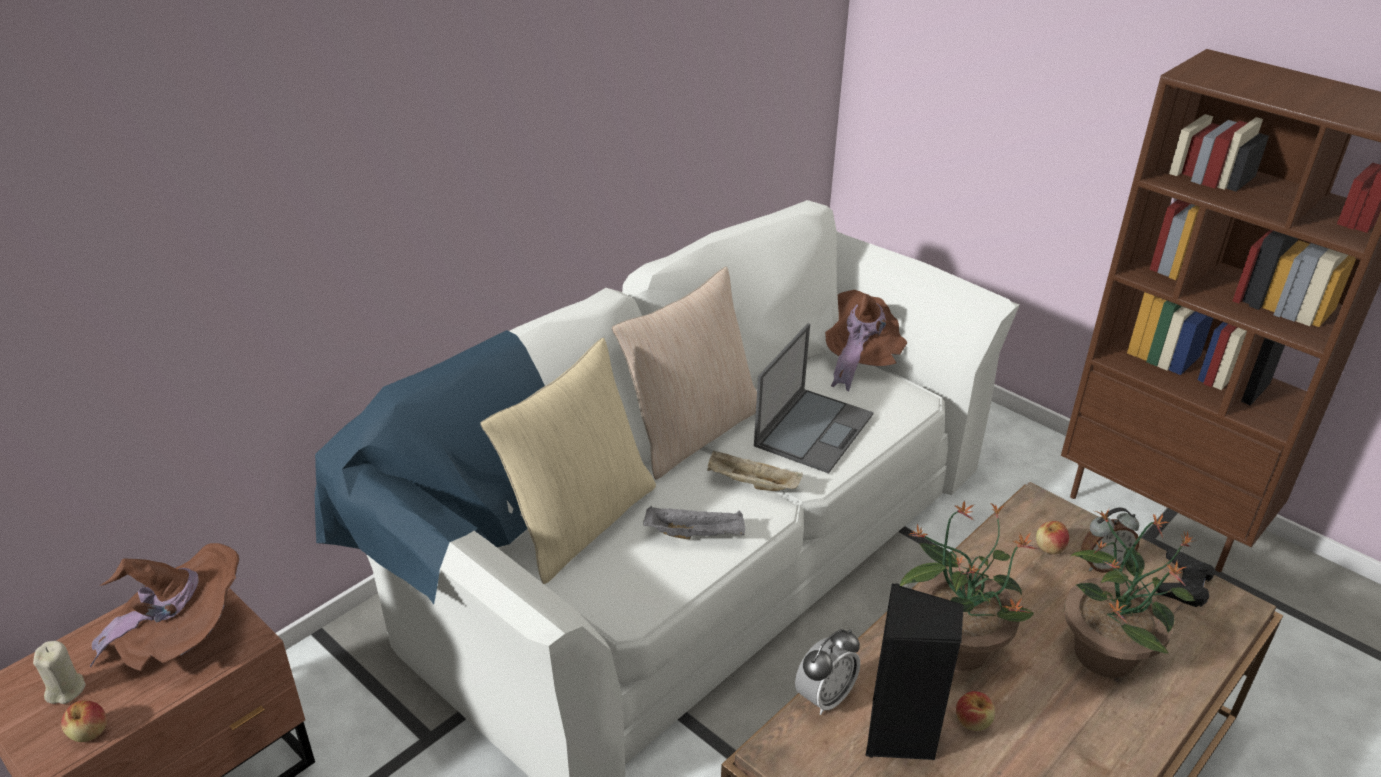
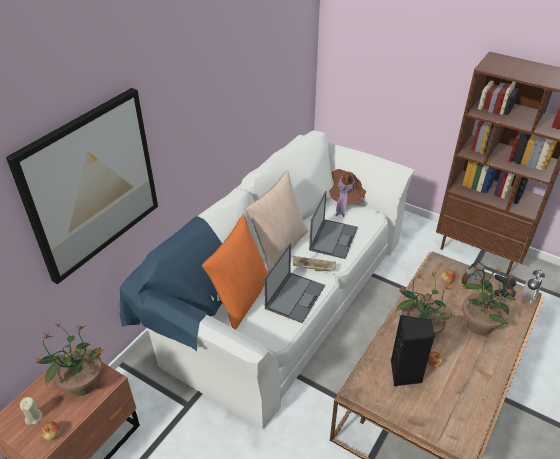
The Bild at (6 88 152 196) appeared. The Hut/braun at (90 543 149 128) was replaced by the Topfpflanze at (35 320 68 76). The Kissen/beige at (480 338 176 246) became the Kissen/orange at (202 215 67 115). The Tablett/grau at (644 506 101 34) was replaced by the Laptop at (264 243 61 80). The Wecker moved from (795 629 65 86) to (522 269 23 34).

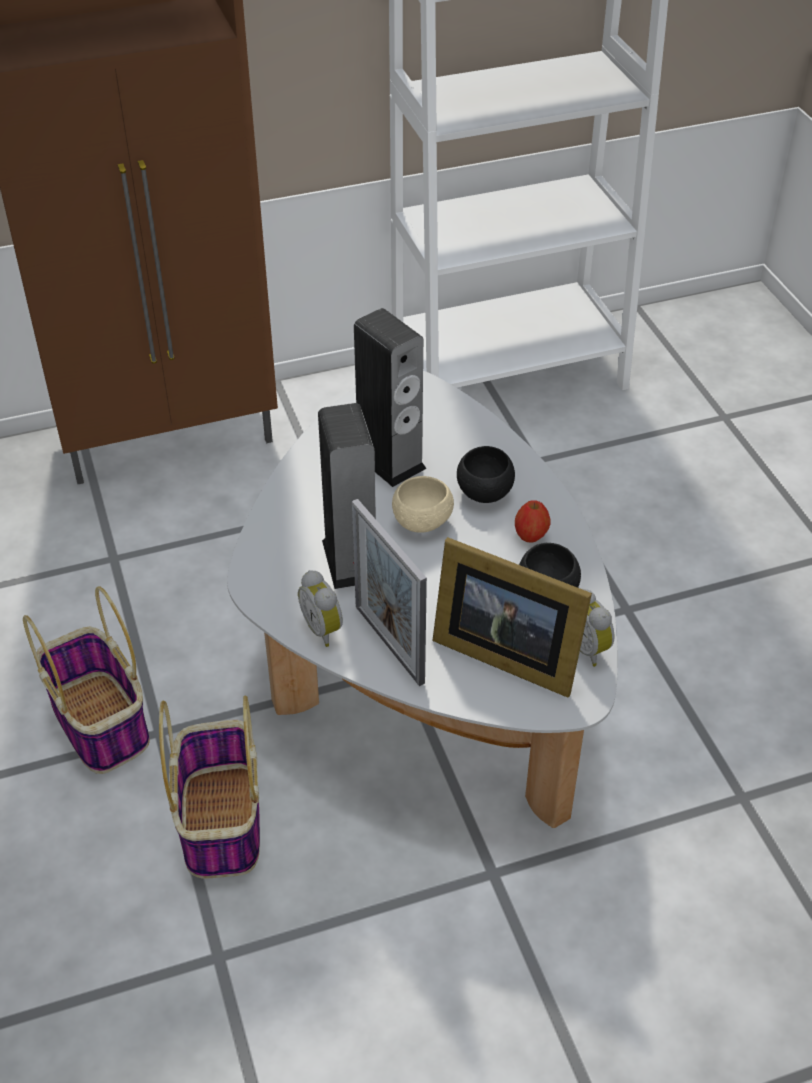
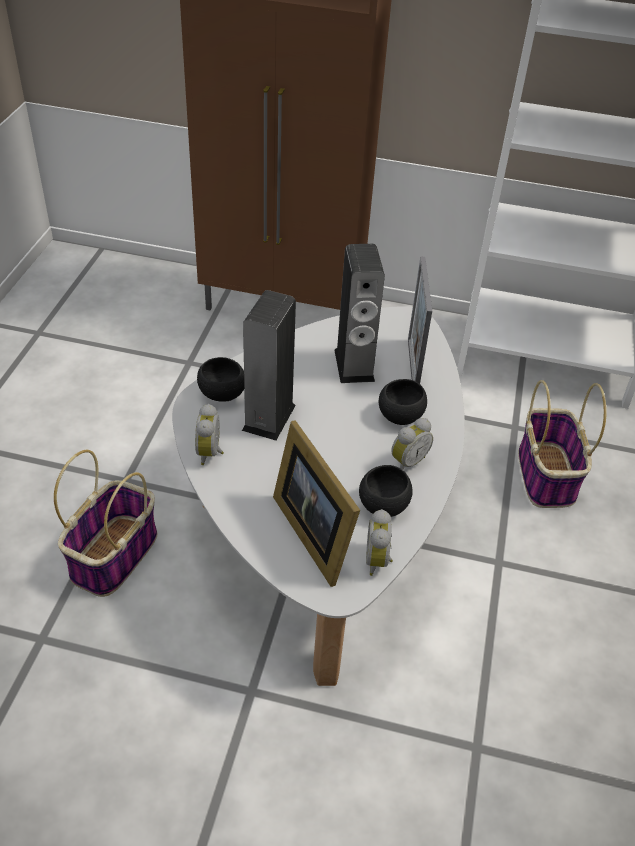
The Schüssel/schwarz at (197 357 47 45) appeared. The Apfel at (515 500 35 43) was replaced by the Wecker at (391 418 42 52). The Bilderrahmen moved from (352 499 75 187) to (408 257 24 127). The Korb moved from (23 586 127 188) to (518 380 89 128). The Schüssel/beige at (392 476 62 57) disappeared.

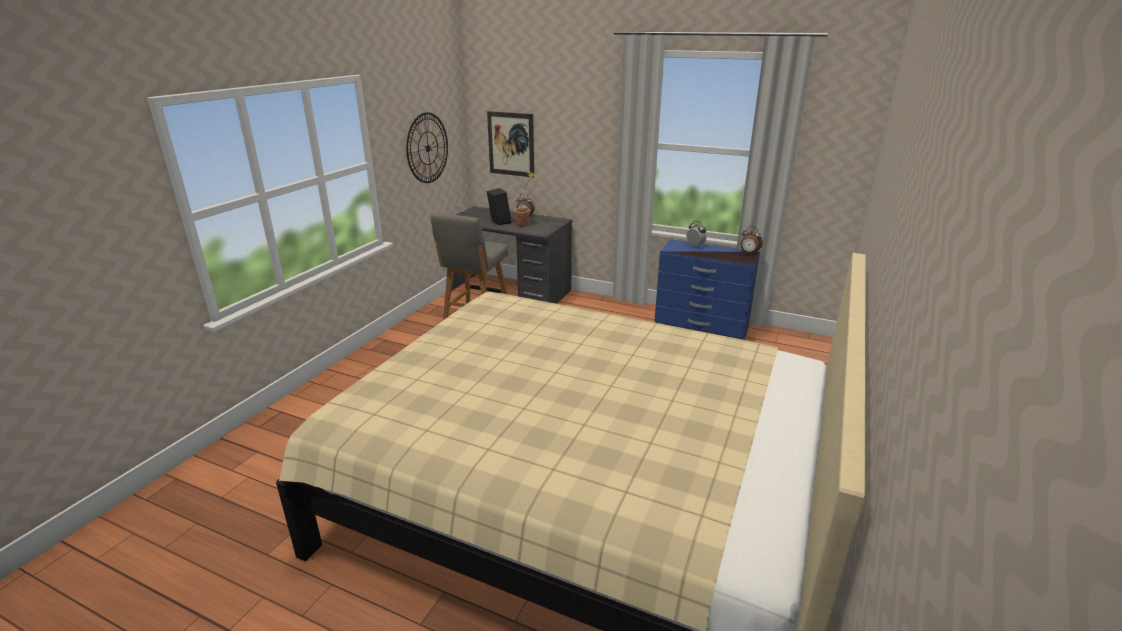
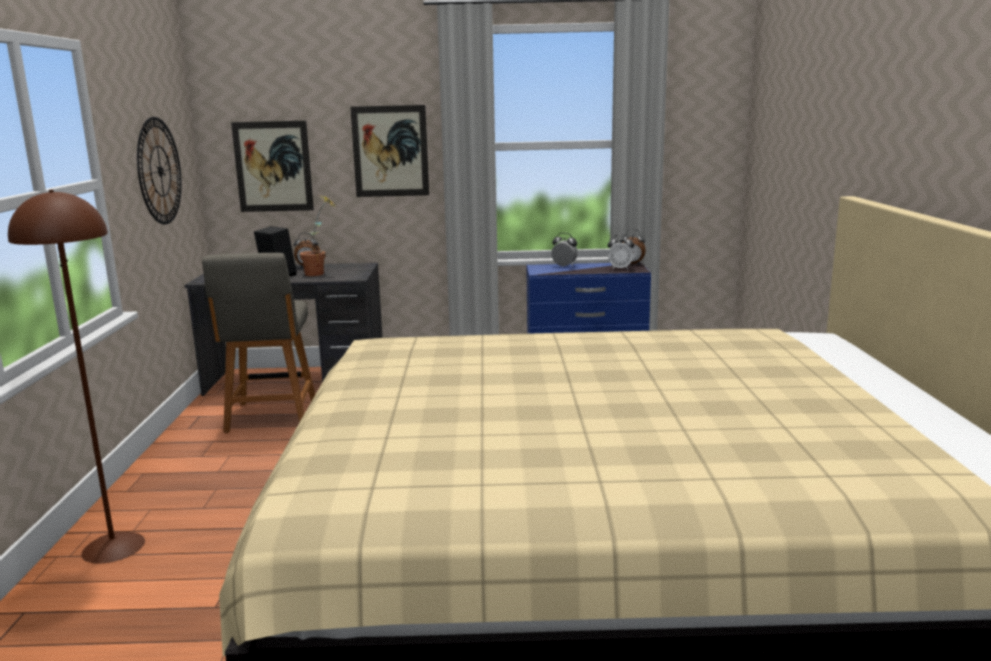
The Stehlampe/braun at (8 190 137 374) appeared. The Bild at (350 105 79 92) appeared. The Wecker at (608 234 26 36) appeared.

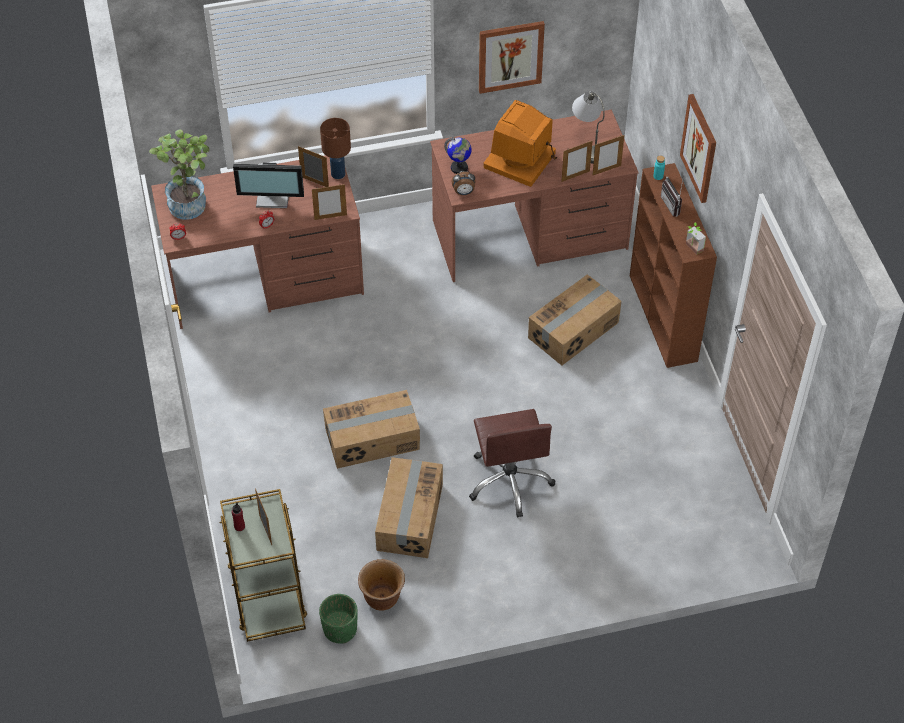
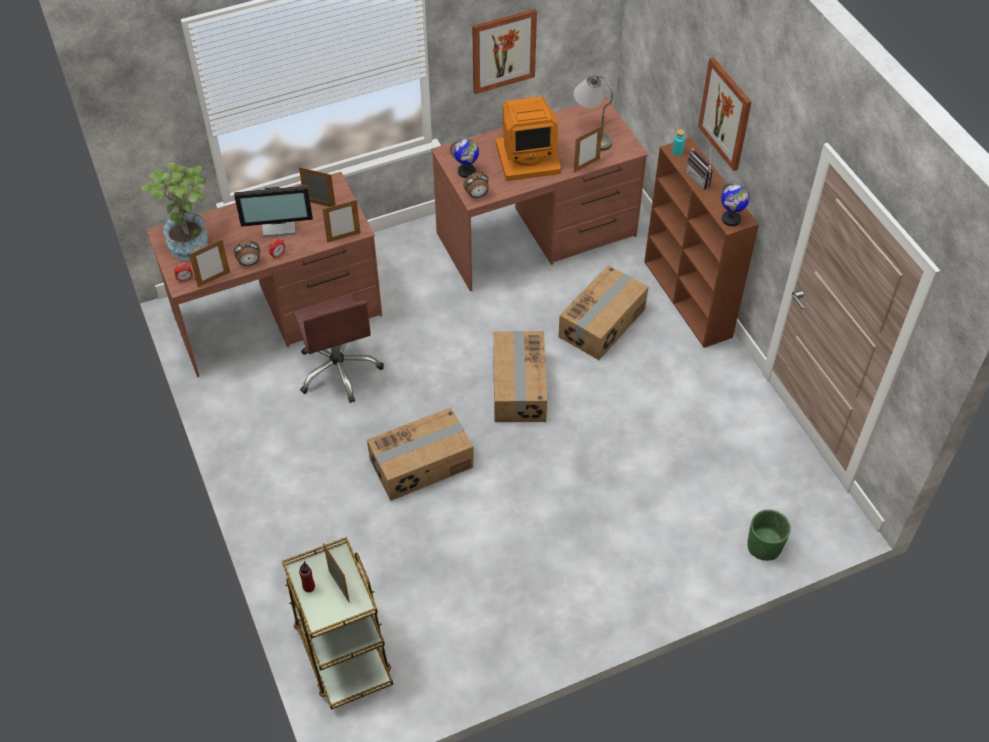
The Bilderrahmen moved from (593 135 31 40) to (189 239 41 48). The Wecker at (234 239 26 27) appeared. The Bürostuhl/braun moved from (469 409 86 109) to (293 294 91 109). The Karton moved from (375 457 68 101) to (493 331 54 91). The Monitor at (484 100 73 87) turned 120 degrees counterclockwise. The Topfpflanze at (686 222 20 32) was replaced by the Globus at (721 182 28 44). The Pflanzkübel/grün moved from (319 594 39 50) to (747 510 44 51). The Tischlampe/braun at (320 118 31 61) disappeared. The Pflanzkübel/braun at (358 559 47 52) disappeared.

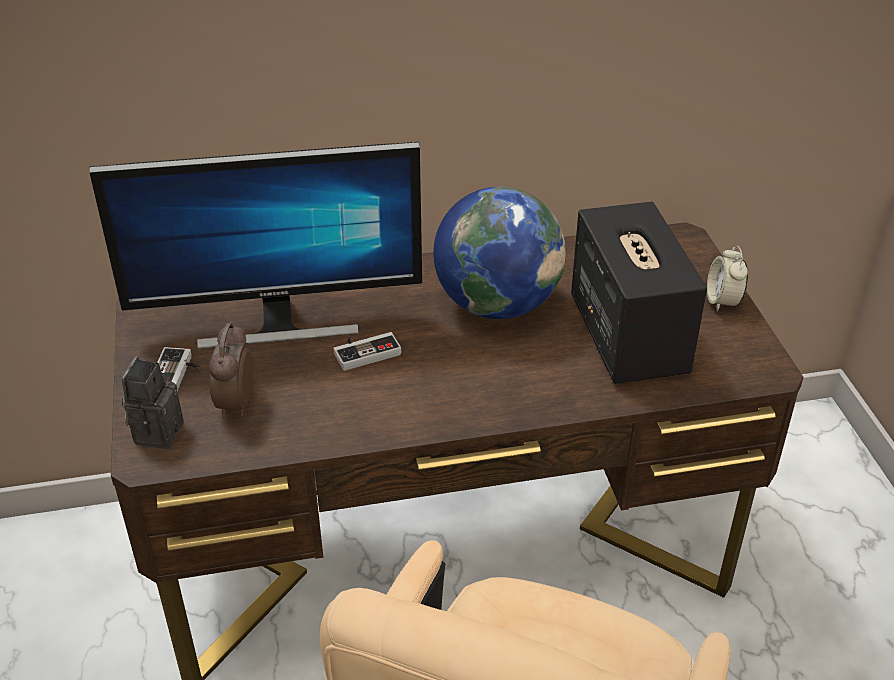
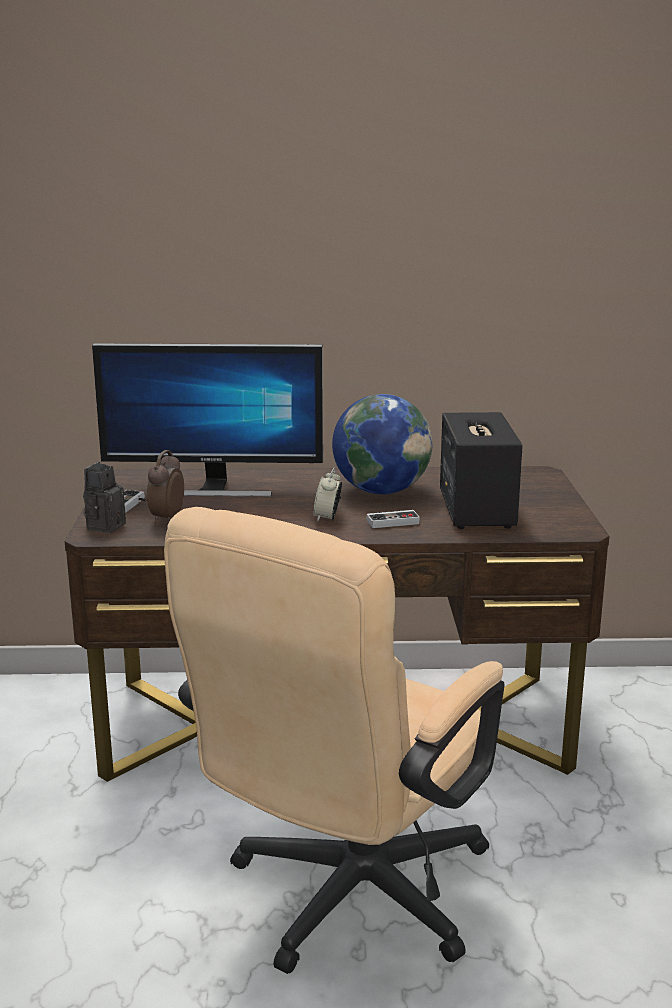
The Wecker moved from (707 246 41 65) to (313 467 29 55). The Gamepad moved from (333 332 68 39) to (366 510 54 18).

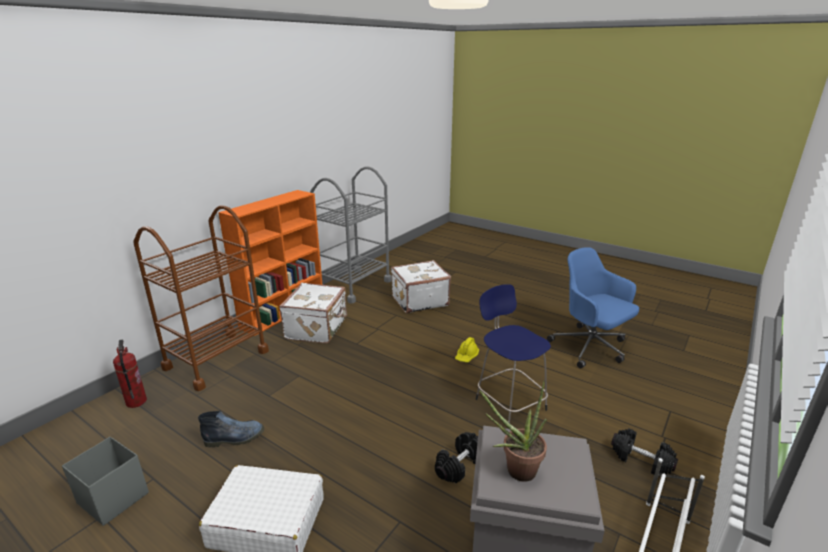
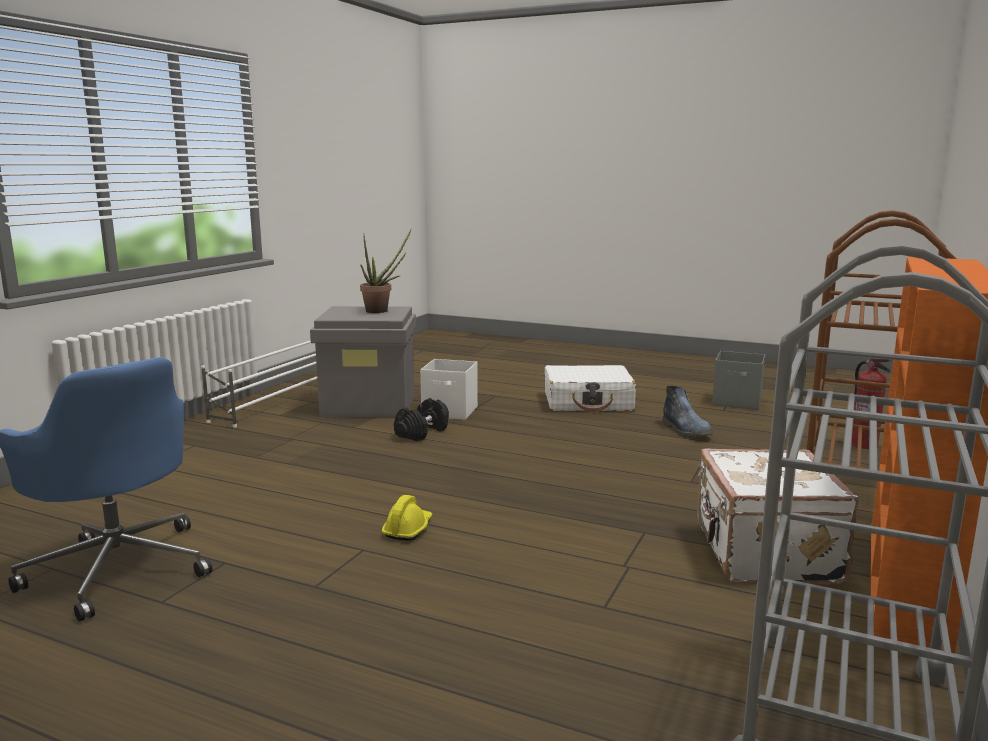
The Aufbewahrungsbox/weiß at (420 359 58 61) appeared. The Stiefel at (198 411 66 37) turned 90 degrees counterclockwise. The Koffer/weiß at (391 260 60 54) disappeared. The Hocker/blau at (476 284 75 145) disappeared. The Hantel/schwarz at (611 428 67 48) disappeared.

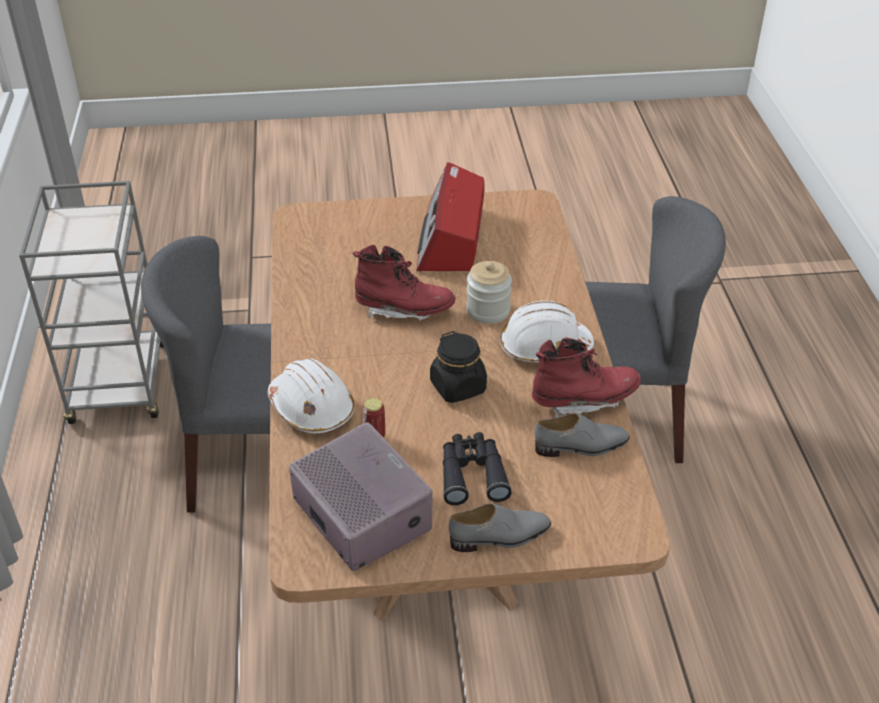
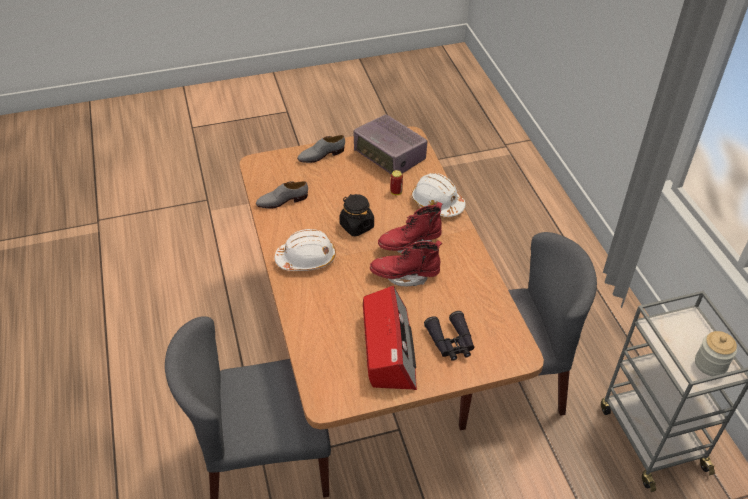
The Stiefel/rot moved from (532 337 109 81) to (378 202 65 51). The Fernglas/schwarz moved from (443 432 69 73) to (424 311 51 50). The Vorratsglas moved from (466 261 46 63) to (695 331 42 45).

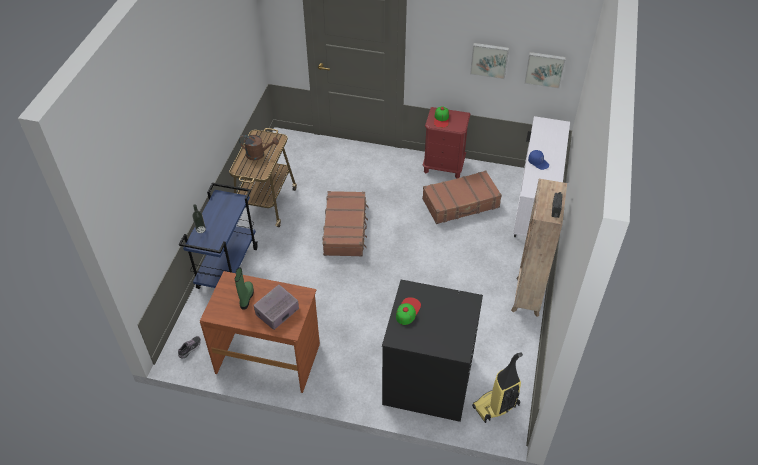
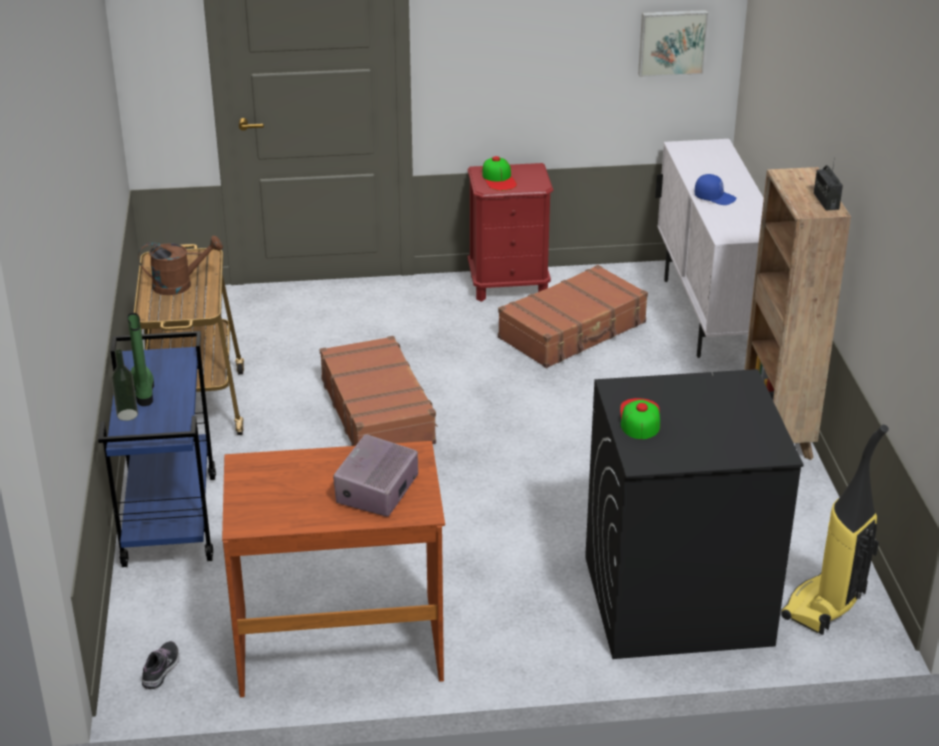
The Stiefel/grün moved from (235 268 19 42) to (127 313 27 93). The Bild at (470 43 39 36) disappeared.

